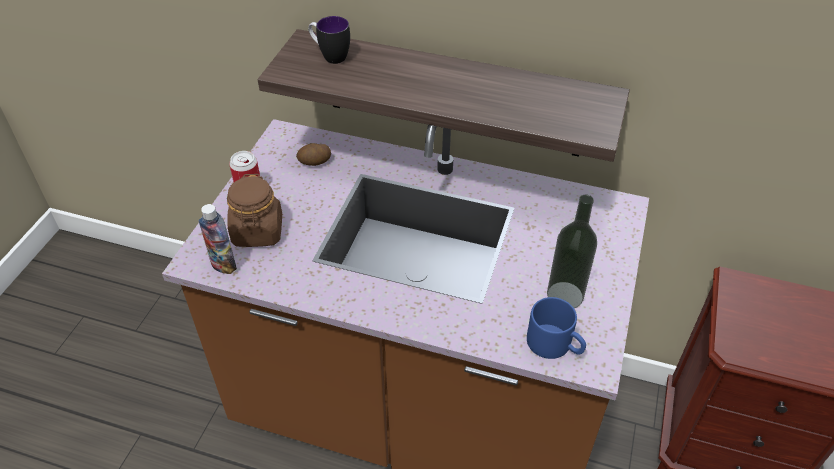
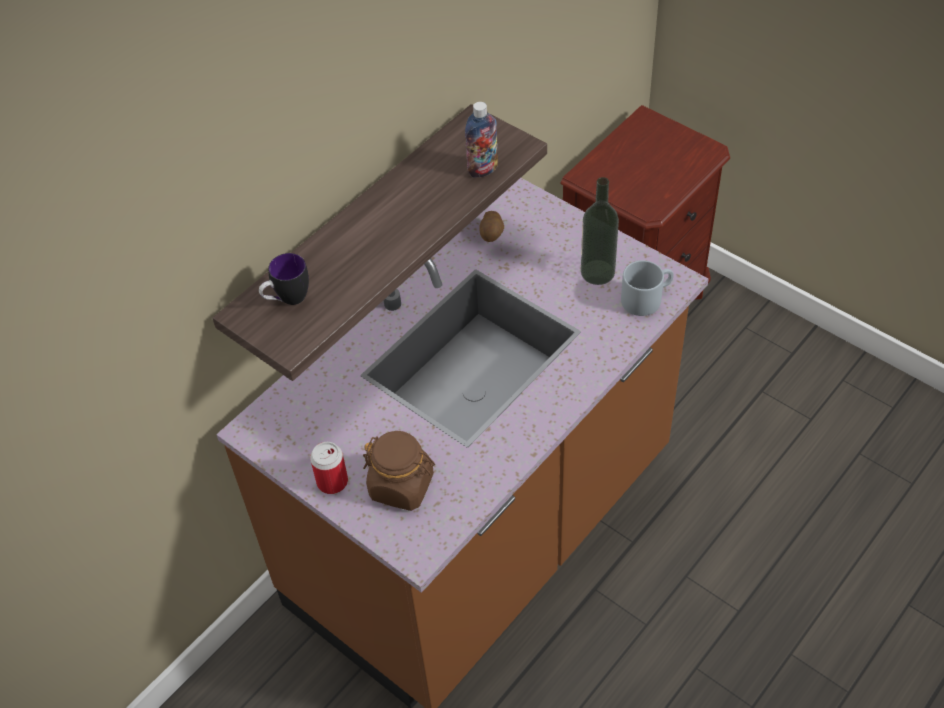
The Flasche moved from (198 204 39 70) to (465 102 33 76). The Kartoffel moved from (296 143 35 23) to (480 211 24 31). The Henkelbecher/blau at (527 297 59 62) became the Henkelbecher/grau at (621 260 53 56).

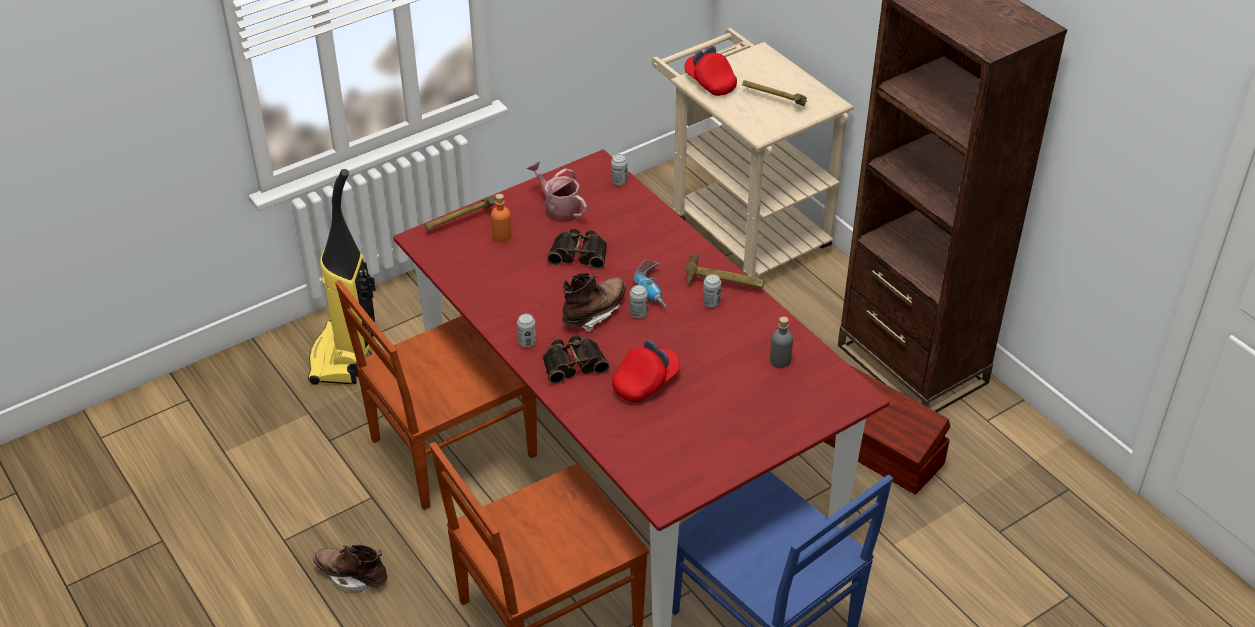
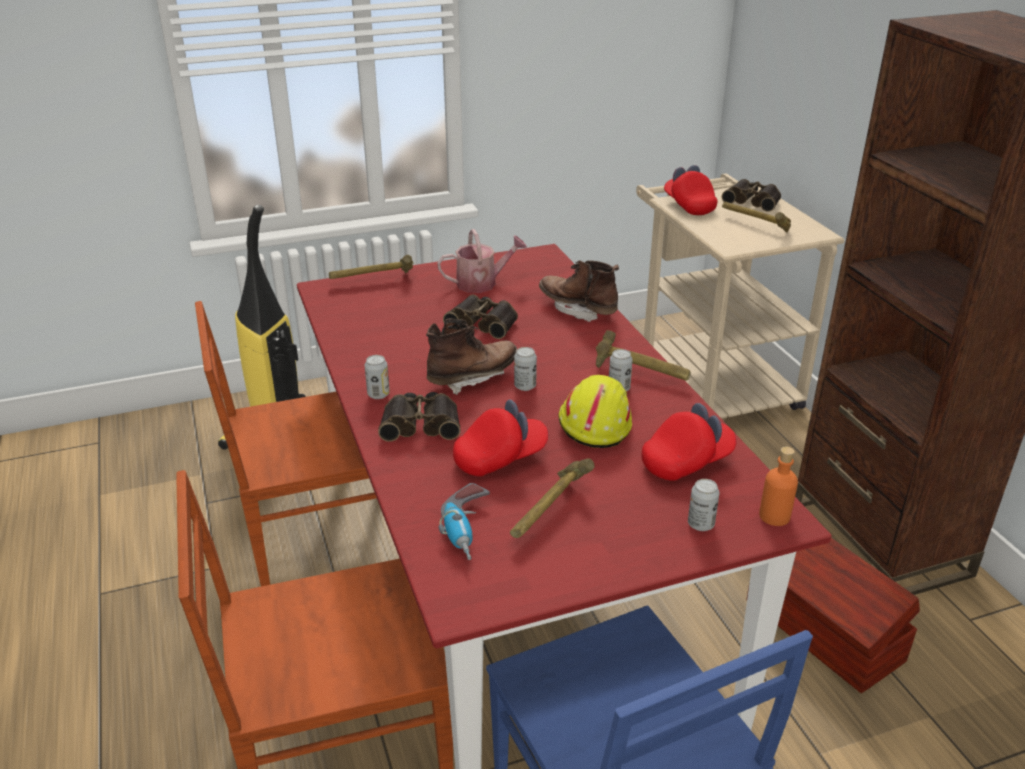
The Gießkanne at (527 161 60 62) turned 105 degrees clockwise. The Bohrmaschine moved from (634 259 33 48) to (438 483 52 77). The Hammer at (510 458 84 80) appeared. The Stiefel/braun moved from (313 545 74 48) to (539 260 80 62). The Schutzhelm/gelb at (559 375 73 73) appeared. The Flasche/grau at (770 316 23 52) was replaced by the Kappe/rot at (641 403 95 78). The Dose moved from (611 154 16 32) to (688 479 32 52). The Fernglas at (722 179 59 33) appeared. The Flasche/orange moved from (491 194 21 49) to (759 447 39 79).

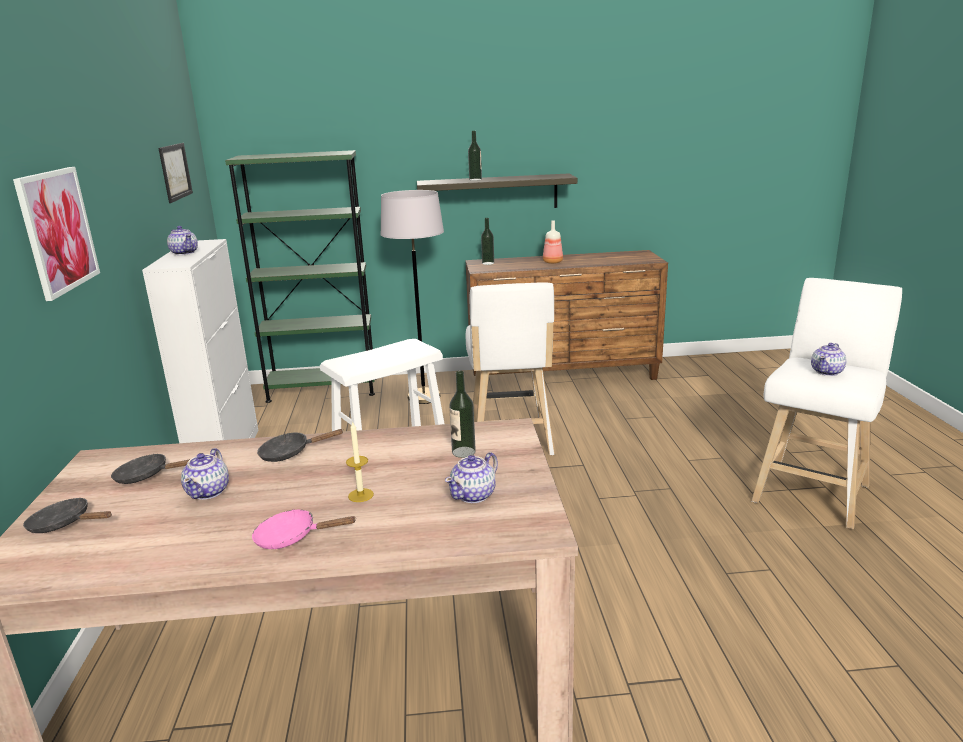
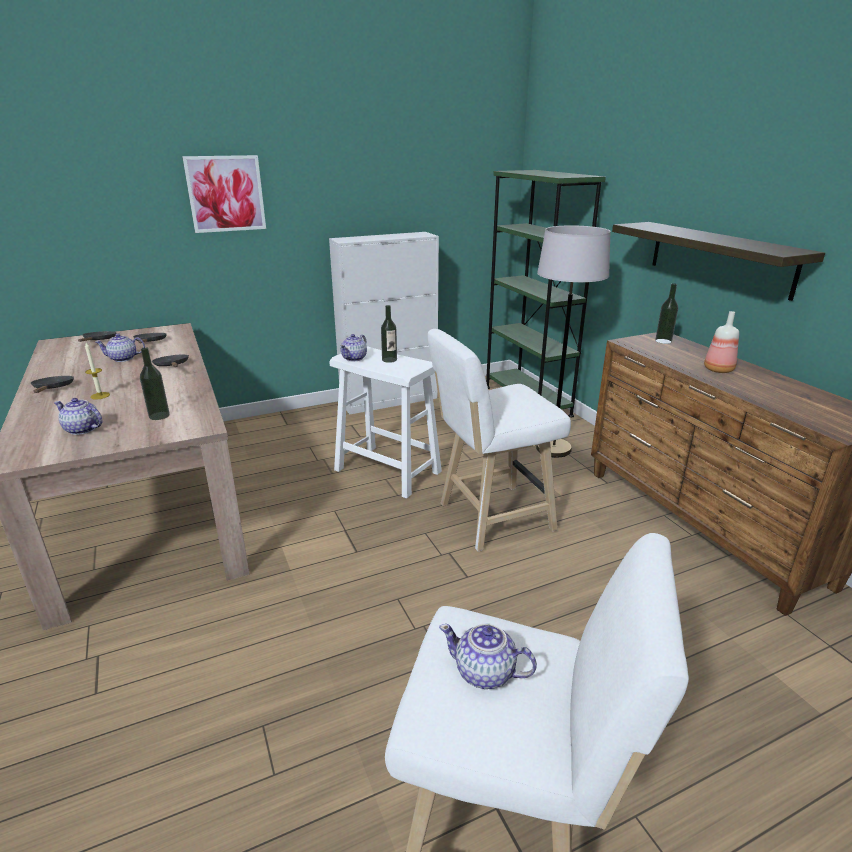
The Pfanne/rosa at (252 509 105 40) became the Pfanne/schwarz at (31 376 43 17). The Teekanne moved from (167 226 31 29) to (340 334 27 27). The Flasche moved from (468 131 14 50) to (381 305 16 58). The Bild at (158 143 35 60) disappeared.

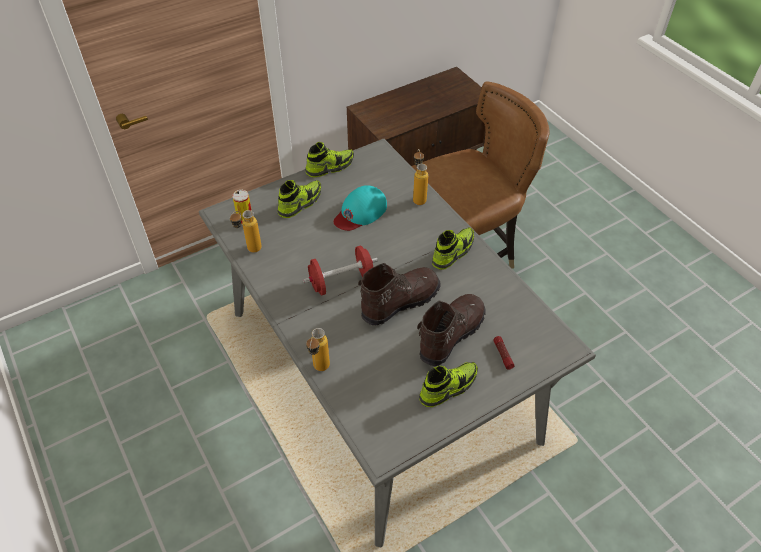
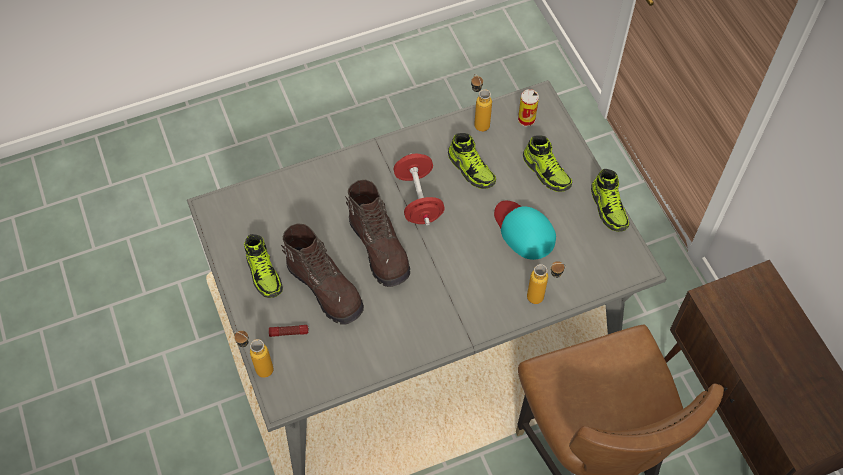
The Flasche moved from (306 328 24 43) to (234 331 39 47). The Schuh moved from (432 227 42 43) to (448 133 48 56).

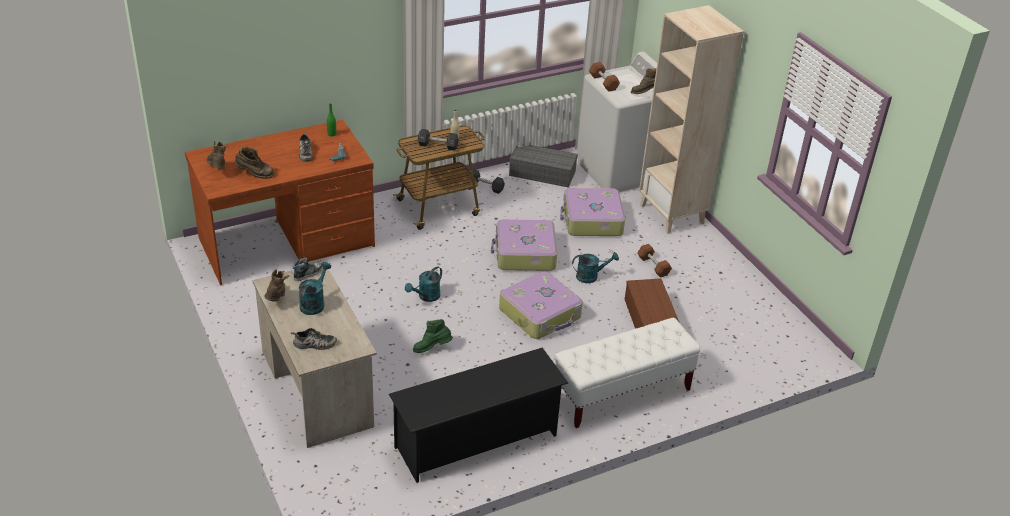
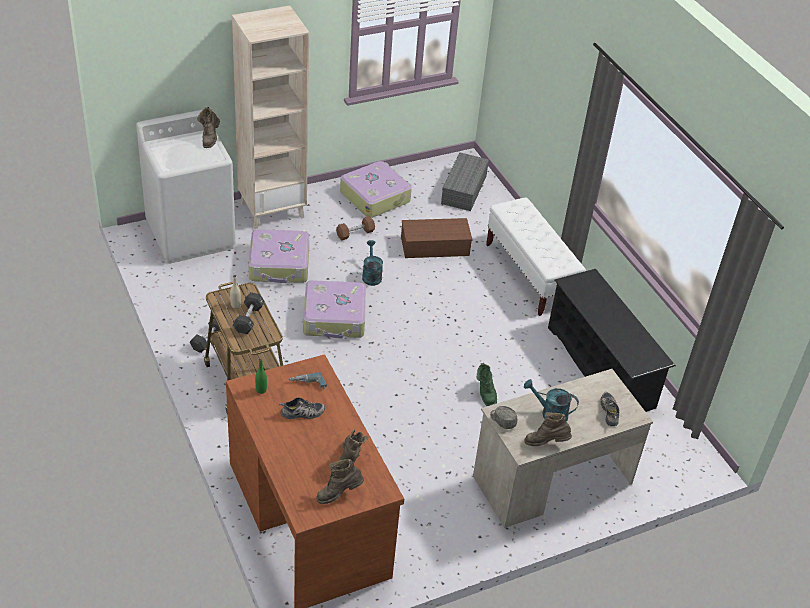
The Koffer moved from (499 271 84 68) to (340 161 72 57). The Aufbewahrungsbox/grau moved from (509 144 69 44) to (441 153 48 58). The Schuh at (292 258 31 23) was replaced by the Kappe/grau at (490 406 27 23). The Gießkanne/türkis at (405 266 37 36) disappeared. The Hantel/braun at (589 62 31 29) disappeared.

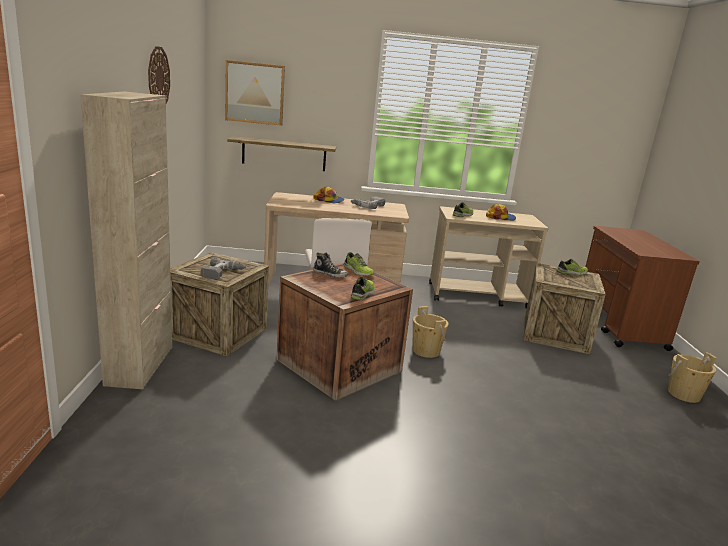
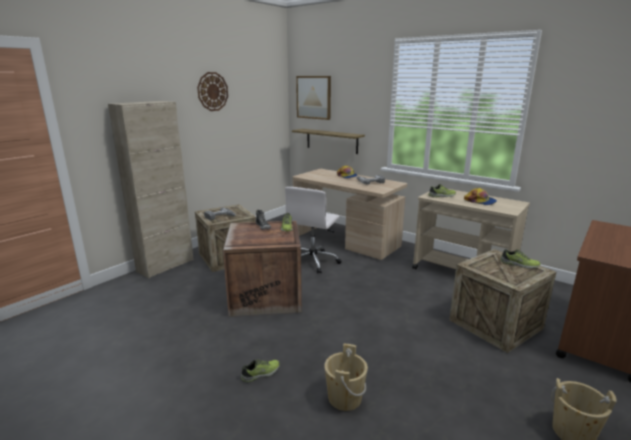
The Schuh moved from (351 277 24 23) to (241 359 38 23). The Eimer/beige moved from (412 306 37 52) to (324 344 44 67).

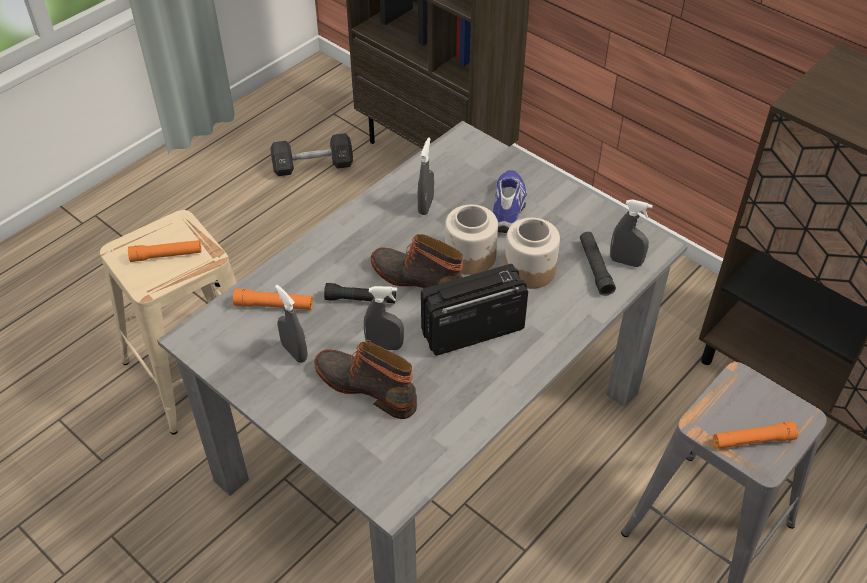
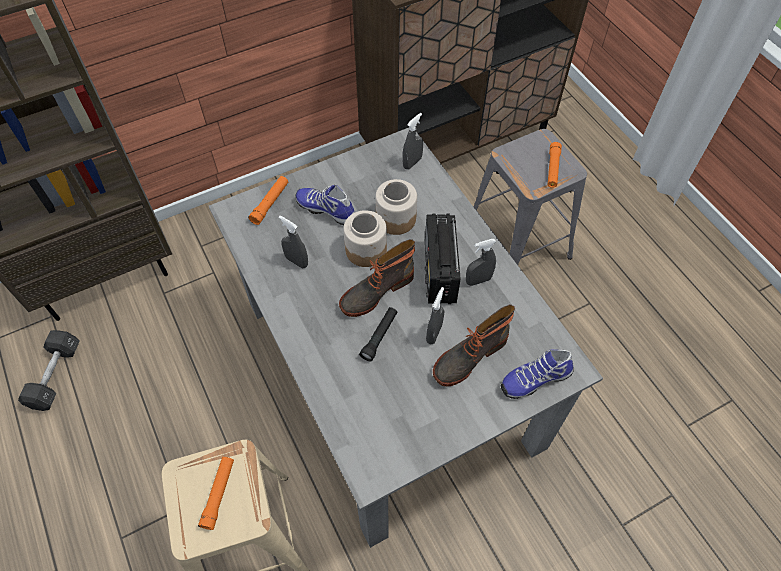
The Taschenlampe/orange moved from (233 288 80 22) to (248 176 40 49). The Sprühflasche/grau moved from (275 285 33 78) to (466 239 30 47). The Schuh at (501 349 73 50) appeared. The Taschenlampe/schwarz at (580 232 36 64) disappeared.

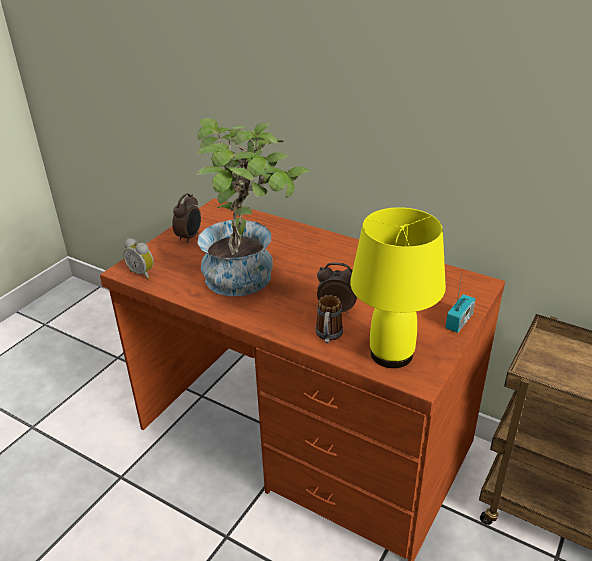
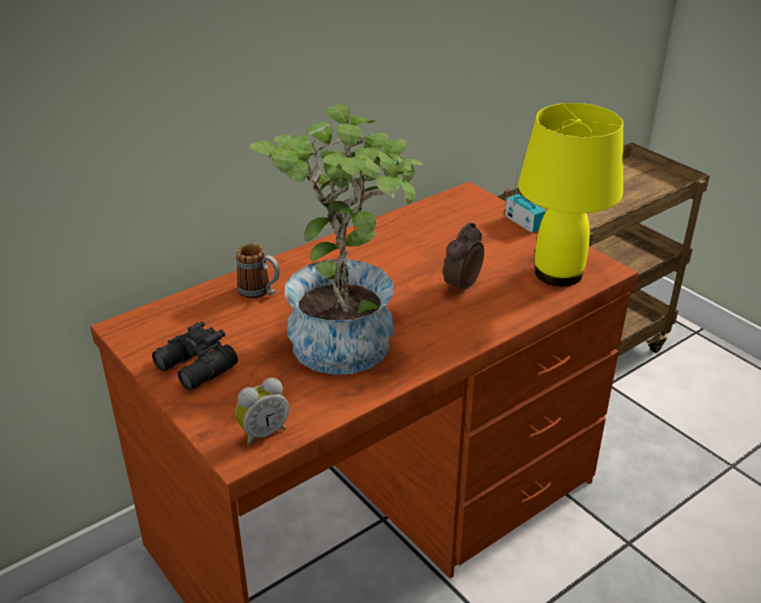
The Wecker at (172 193 29 50) was replaced by the Fernglas/schwarz at (152 322 86 69). The Henkelbecher moved from (316 295 27 48) to (236 244 44 55).

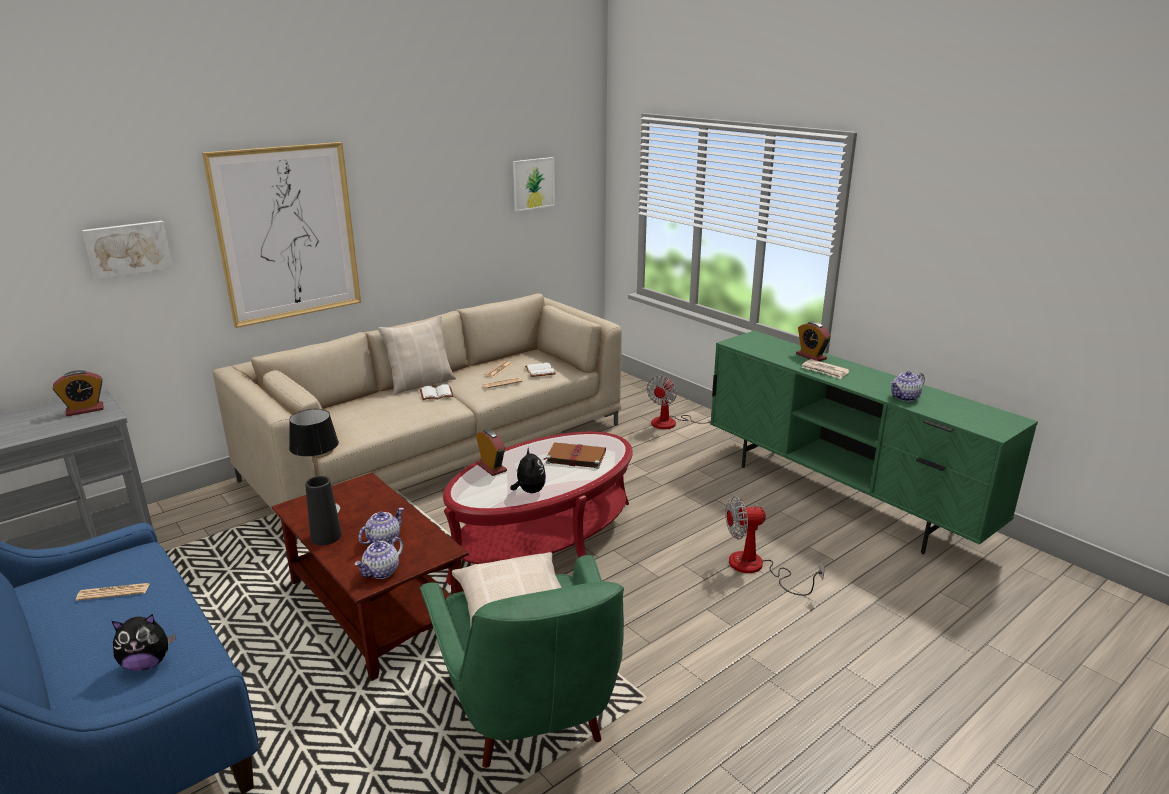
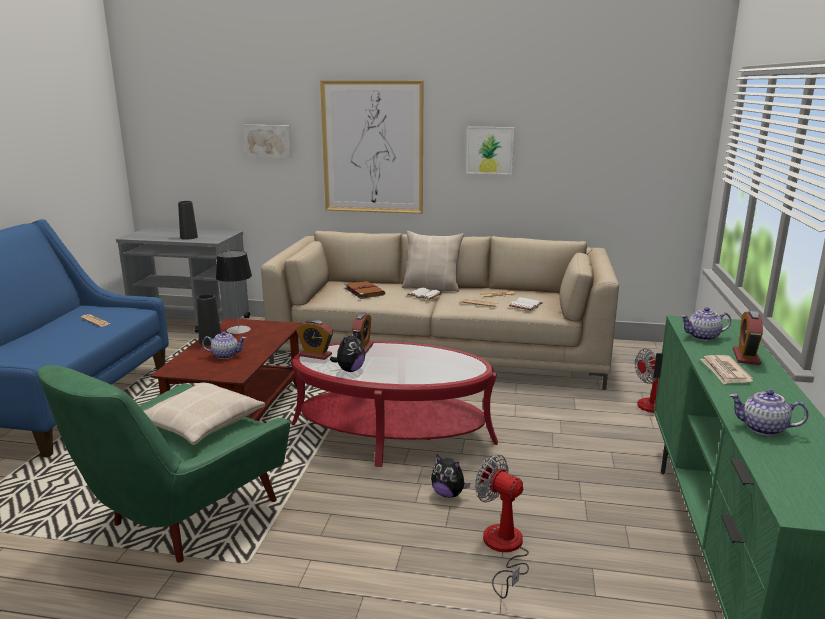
The Vase/schwarz at (178 201 20 38) appeared. The Wecker moved from (53 370 50 46) to (296 319 37 41). The Buch/braun moved from (543 442 63 27) to (345 281 40 18). The Plüschtier moved from (112 614 63 57) to (431 454 39 44). The Bild moved from (513 157 42 55) to (466 127 48 48). The Teekanne moved from (354 537 49 42) to (681 307 50 34).

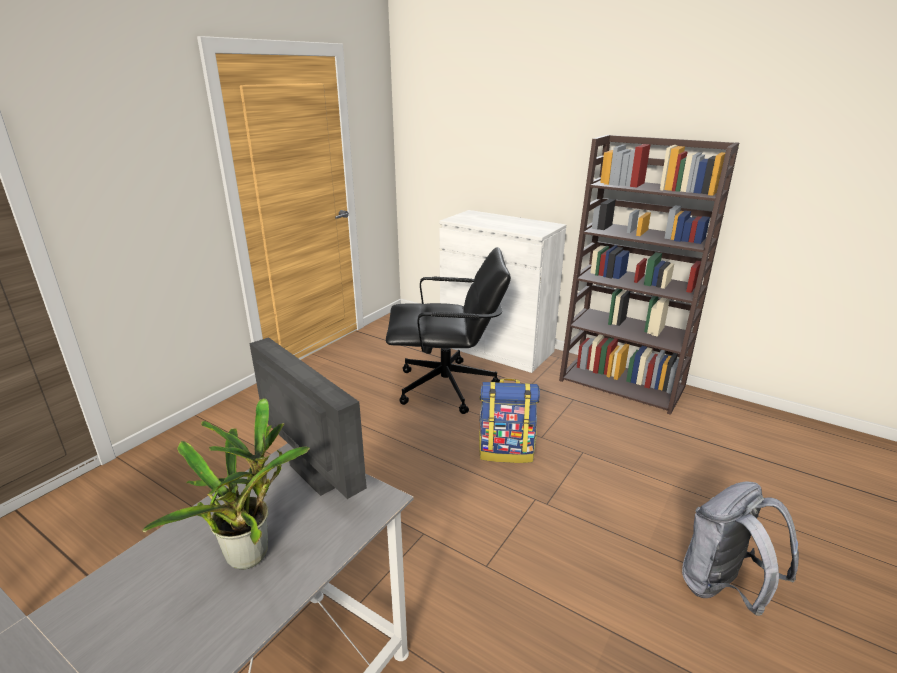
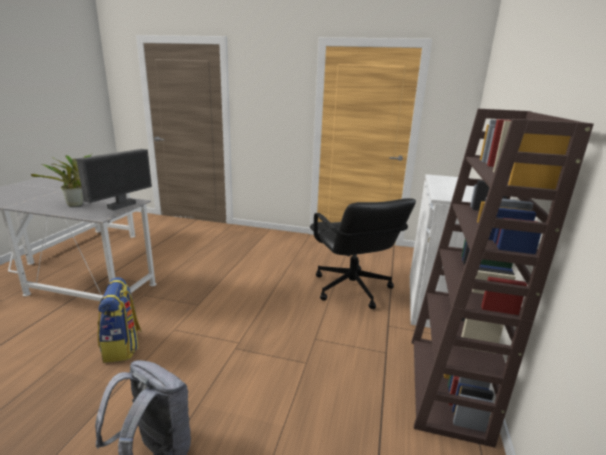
The Rucksack moved from (479 379 61 84) to (98 277 44 86).

